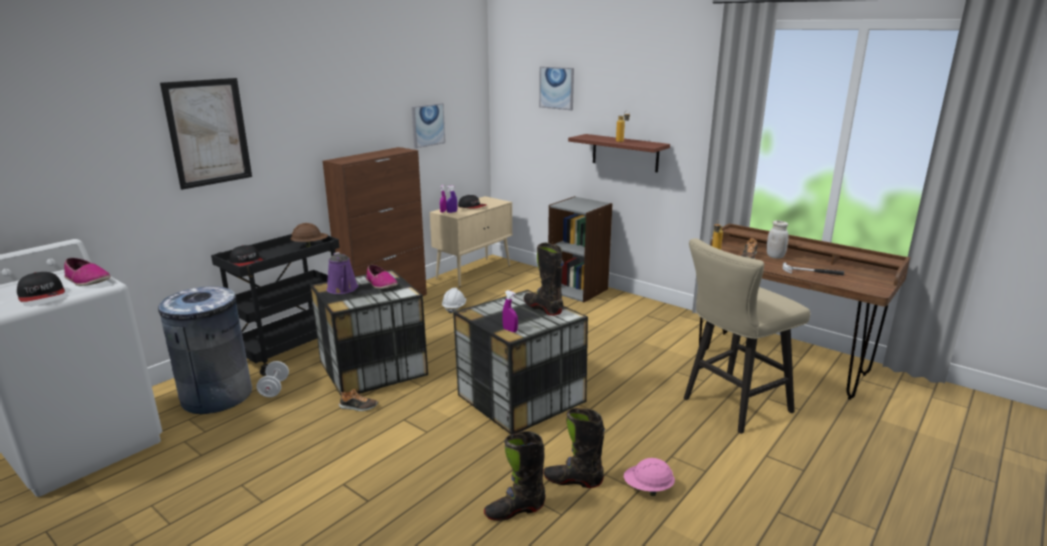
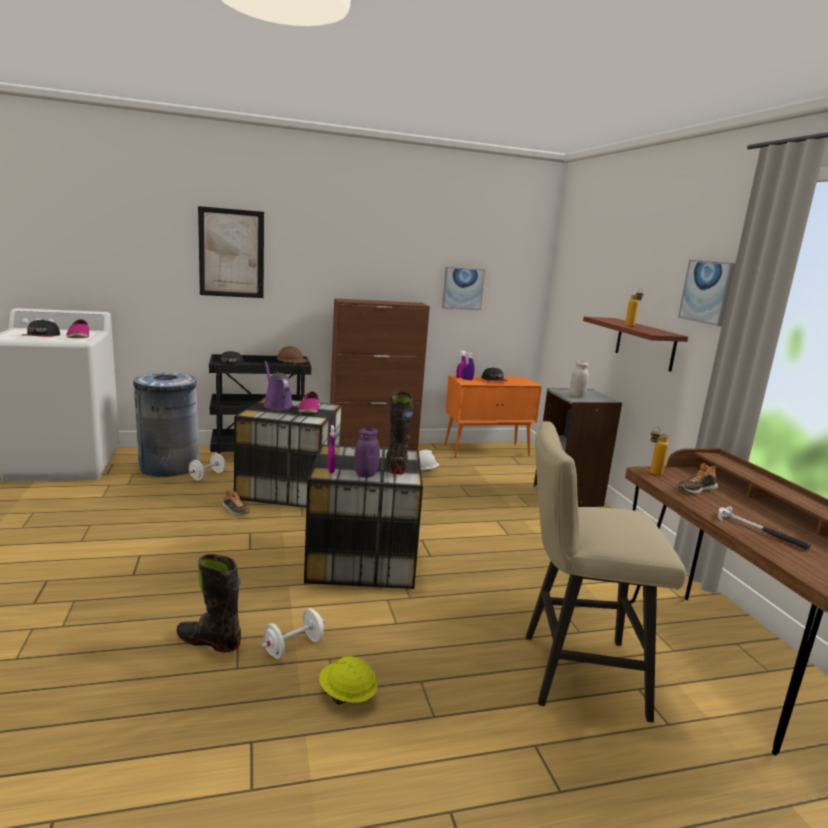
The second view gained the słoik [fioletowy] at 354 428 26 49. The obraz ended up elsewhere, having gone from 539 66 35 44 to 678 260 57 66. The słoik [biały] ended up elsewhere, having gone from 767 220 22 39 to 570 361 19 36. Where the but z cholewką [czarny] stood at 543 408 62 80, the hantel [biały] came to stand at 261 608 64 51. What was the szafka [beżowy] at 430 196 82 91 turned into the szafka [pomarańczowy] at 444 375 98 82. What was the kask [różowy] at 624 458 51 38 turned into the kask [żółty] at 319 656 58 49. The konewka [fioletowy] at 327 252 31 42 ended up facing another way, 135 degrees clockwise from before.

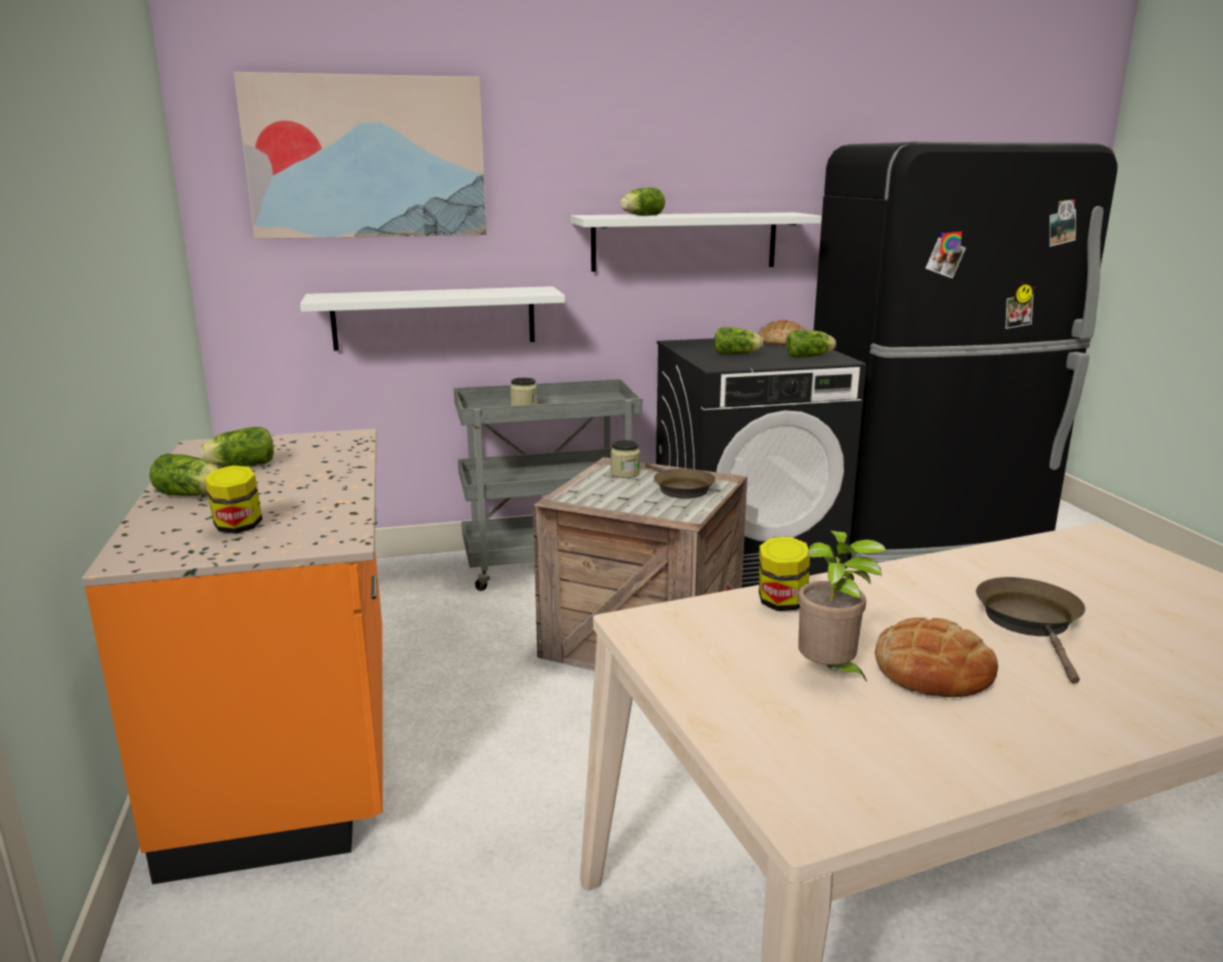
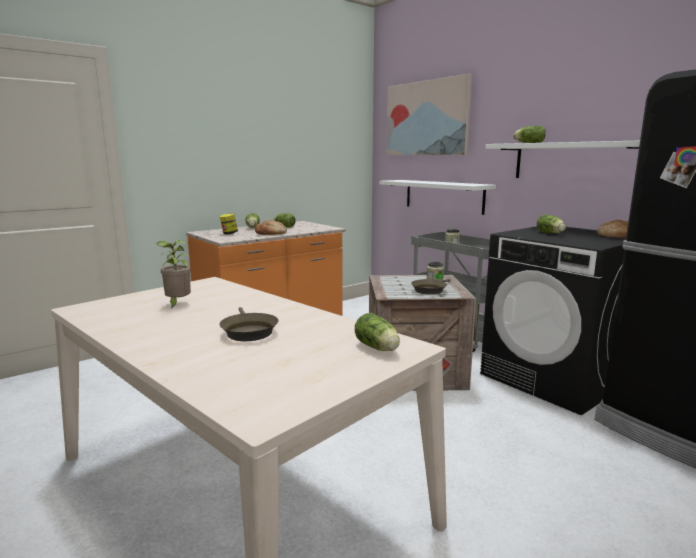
The second view lost the słoik at 759 537 51 74. The sałata ended up elsewhere, having gone from 786 330 50 27 to 355 313 45 38. The chleb ended up elsewhere, having gone from 875 617 123 80 to 255 220 32 15. The patelnia [brązowy] at 976 577 109 107 ended up facing another way, 90 degrees clockwise from before.

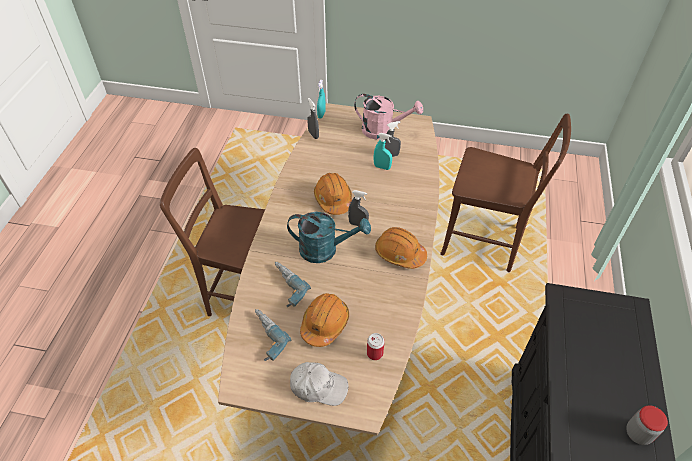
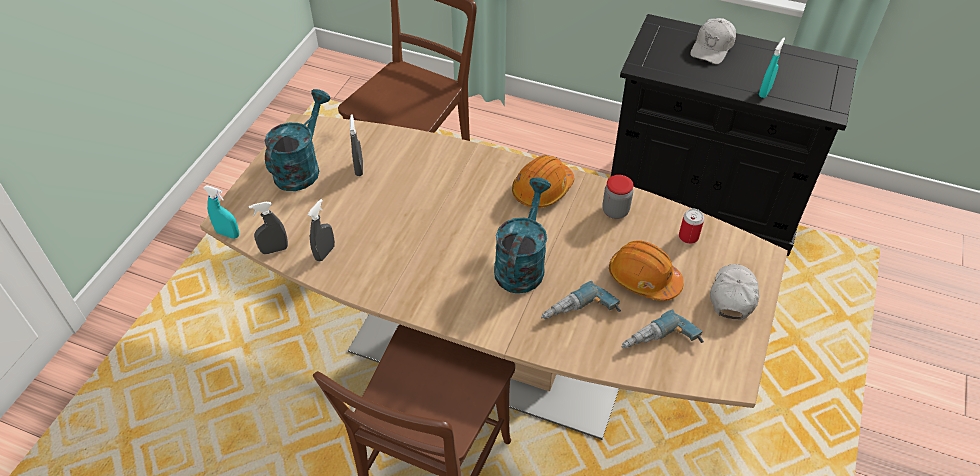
The second view lost the kask [pomarańczowy] at 314 173 38 42. The second view gained the czapka z daszkiem [biały] at 690 18 46 46. The spryskiwacz [szary] ended up elsewhere, having gone from 348 190 21 36 to 308 199 27 63. The spryskiwacz [turkusowy] ended up elsewhere, having gone from 374 133 18 37 to 759 38 26 60. The słoik ended up elsewhere, having gone from 626 405 42 40 to 602 175 31 44. What was the konewka [różowy] at 354 94 69 45 turned into the konewka [turkusowy] at 265 89 66 102.

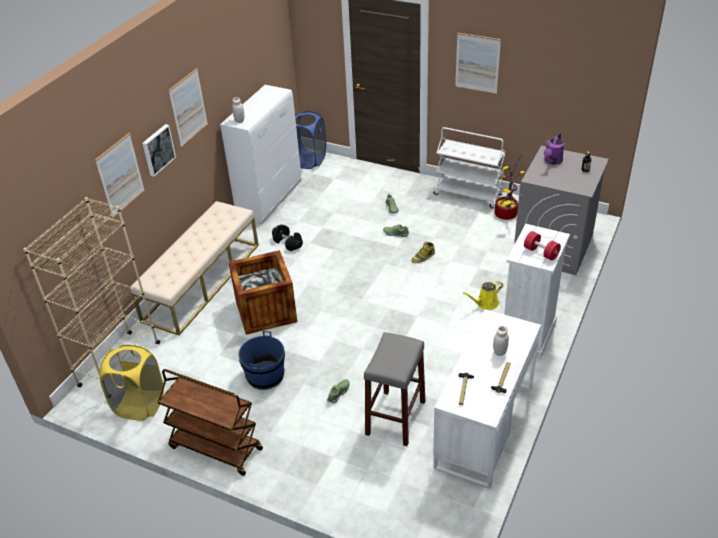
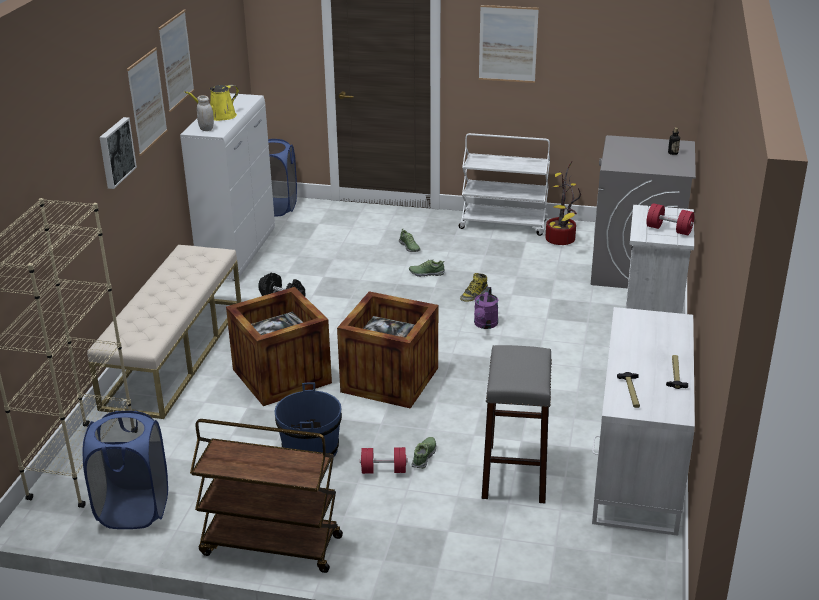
The second view lost the słoik [biały] at 493 325 16 31. The second view gained the skrzynka at 337 291 101 118. The second view gained the hantel [czerwony] at 360 447 48 27. The obraz ended up elsewhere, having gone from 95 133 50 85 to 158 10 37 102. The konewka [żółty] ended up elsewhere, having gone from 463 281 40 29 to 185 85 54 36. The konewka [fioletowy] ended up elsewhere, having gone from 544 133 21 32 to 474 287 24 42. What was the kosz na pranie [żółty] at 99 344 65 77 turned into the kosz na pranie [niebieski] at 82 410 86 119.

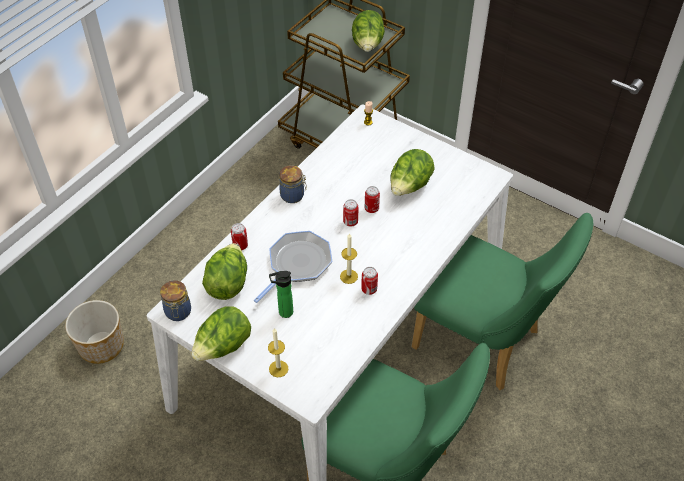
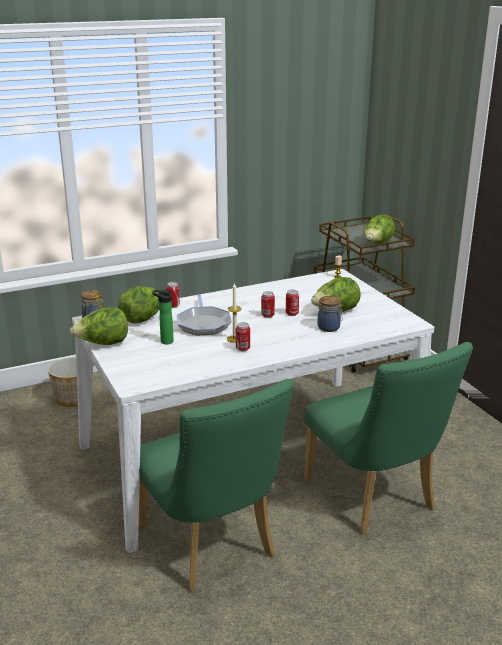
The second view lost the świeca at 268 328 21 49. The słoik ended up elsewhere, having gone from 279 165 28 38 to 317 296 25 36. The patelnia at 254 231 78 72 ended up facing another way, 105 degrees clockwise from before.

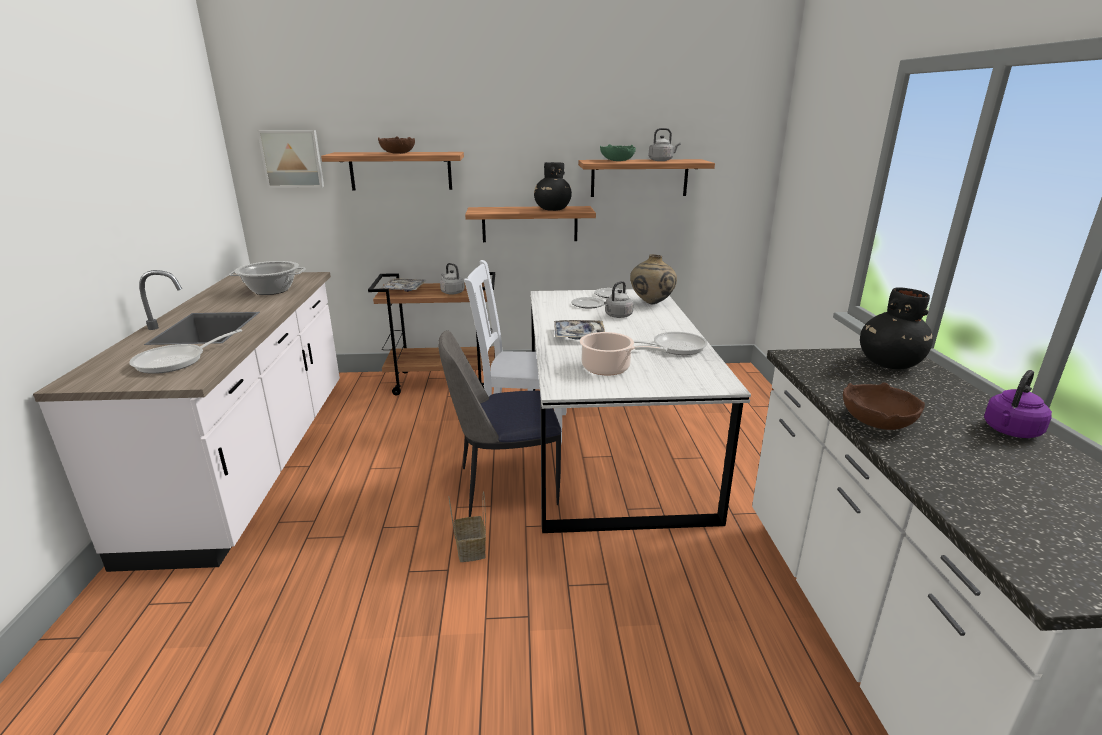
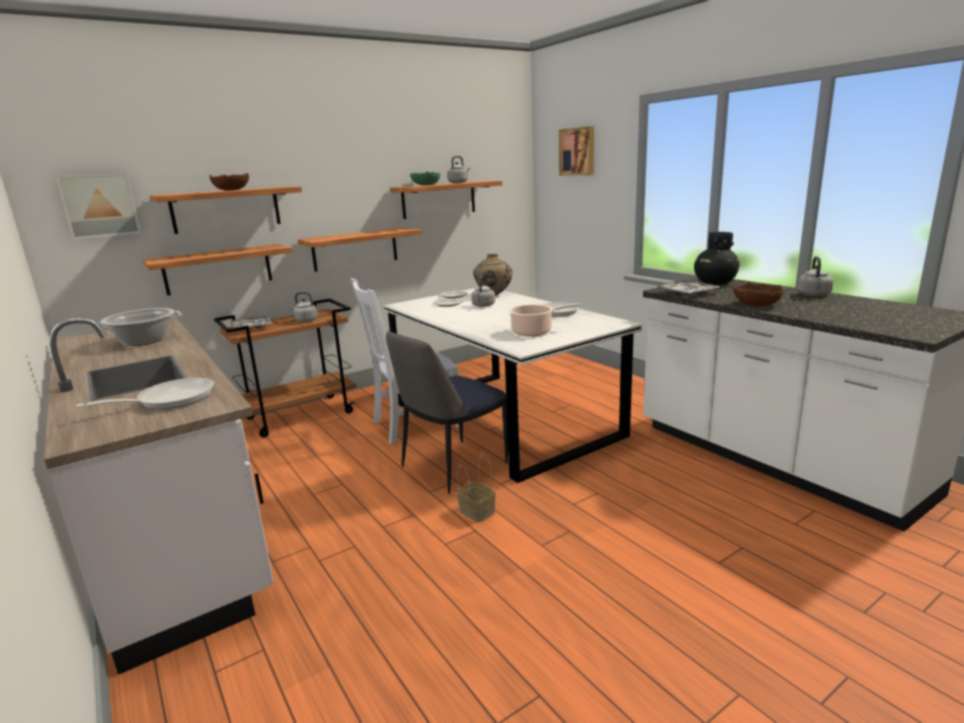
The second view lost the wazon [czarny] at 534 162 38 49. The second view gained the półka at 143 244 150 52. The second view gained the obraz at 559 126 35 50. The taca ended up elsewhere, having gone from 554 320 51 19 to 654 280 66 15. What was the czajnik [fioletowy] at 984 370 68 68 turned into the czajnik [szary] at 798 256 36 40. The patelnia at 129 329 113 45 ended up facing another way, 135 degrees counterclockwise from before.

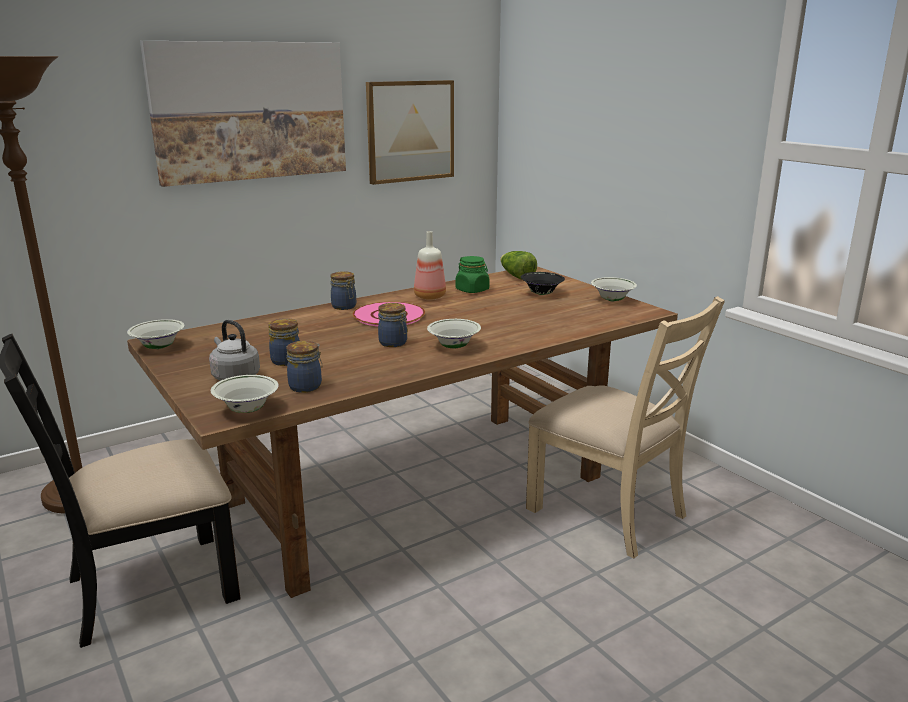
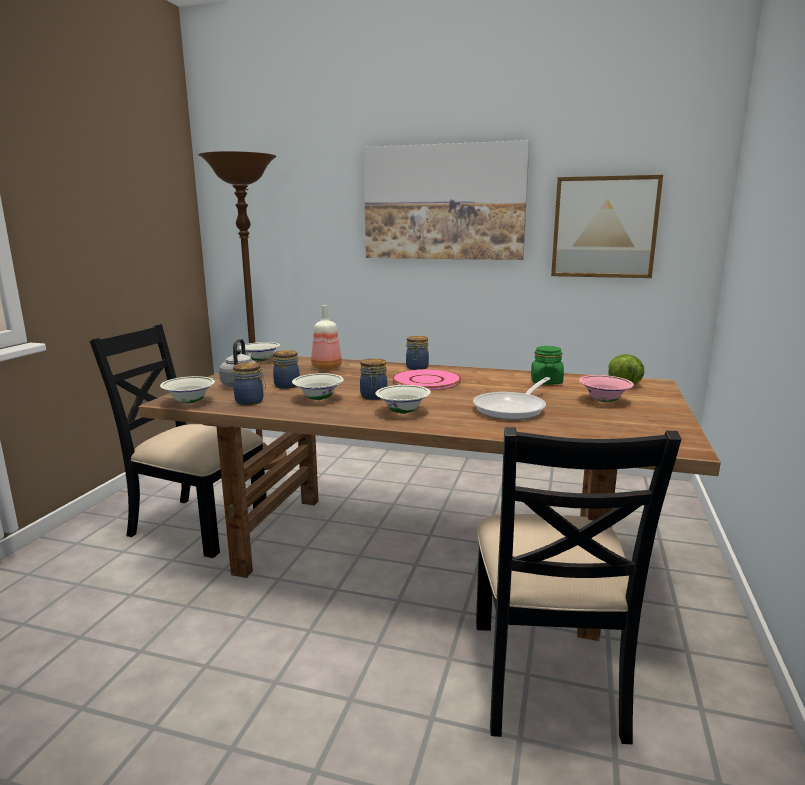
The second view gained the patelnia at 473 377 77 43. The butelka ended up elsewhere, having gone from 414 231 32 69 to 311 305 31 65. The miska [biały] ended up elsewhere, having gone from 591 277 46 24 to 292 373 52 27. What was the miska [czarny] at 521 272 44 23 turned into the miska [różowy] at 579 375 55 27. What was the krzesło [beżowy] at 526 296 199 263 turned into the krzesło [czarny] at 476 427 205 317.

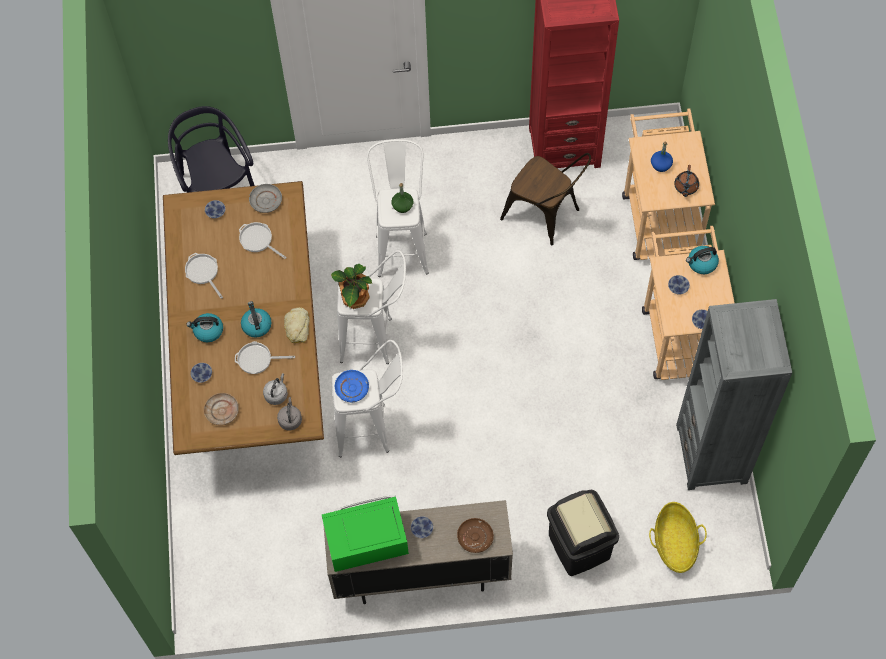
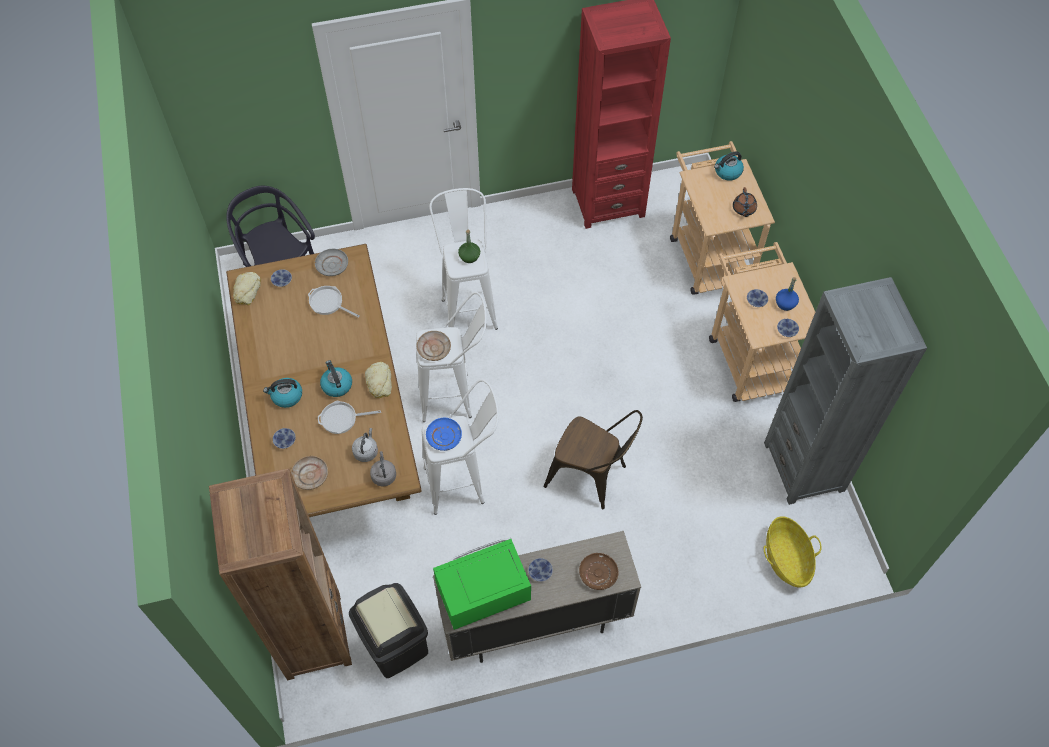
The second view lost the patelnia at 185 253 38 46. The second view gained the regał [brązowy] at 209 468 143 212. The second view gained the chleb at 233 272 28 33. The krzesło [brązowy] ended up elsewhere, having gone from 500 153 91 92 to 544 410 99 99. The kosz na śmieci [czarny] ended up elsewhere, having gone from 547 490 72 86 to 349 583 79 95. The butelka [niebieski] ended up elsewhere, having gone from 651 141 22 31 to 776 277 23 34. The czajnik ended up elsewhere, having gone from 686 246 33 28 to 714 151 30 30. Where the roślina doniczkowa stood at 331 264 41 45, the talerz [beżowy] came to stand at 417 331 34 30.

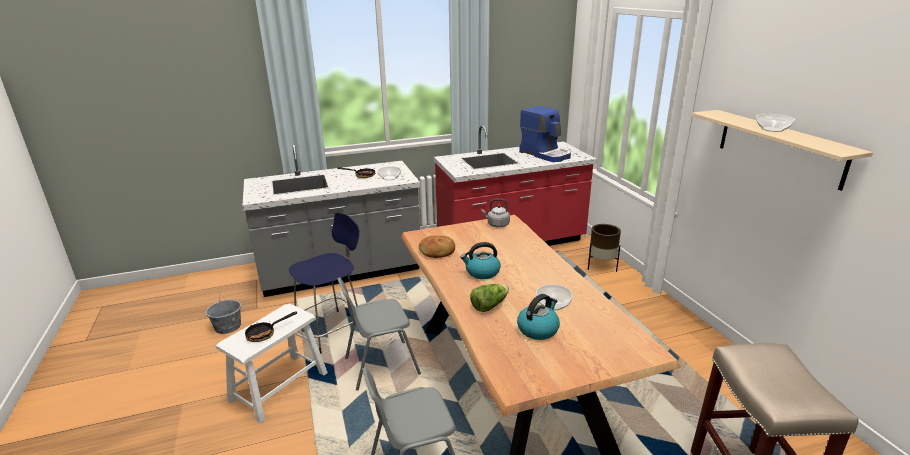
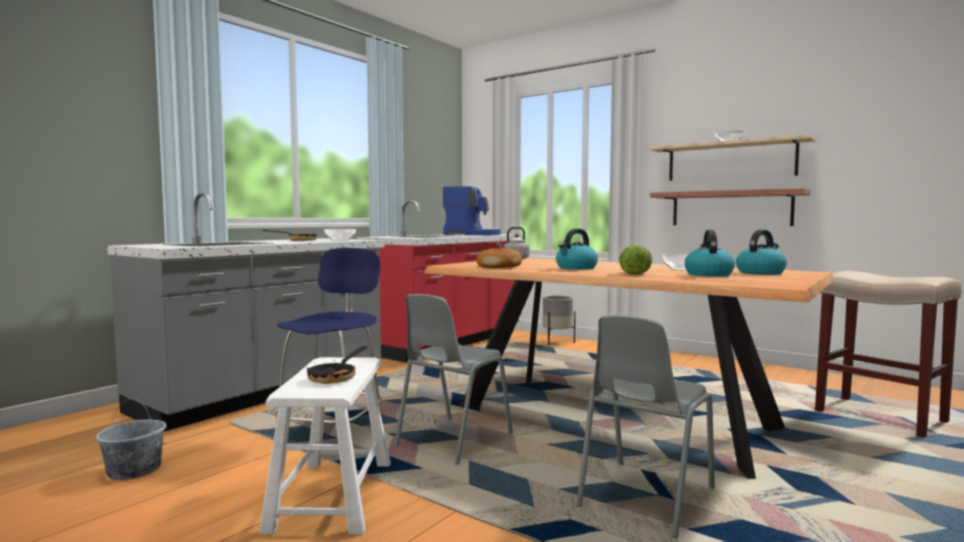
The second view gained the półka at 650 188 161 38. The second view gained the czajnik at 736 229 51 46. What was the donica [brązowy] at 588 224 33 48 turned into the donica [szary] at 542 296 33 49.

